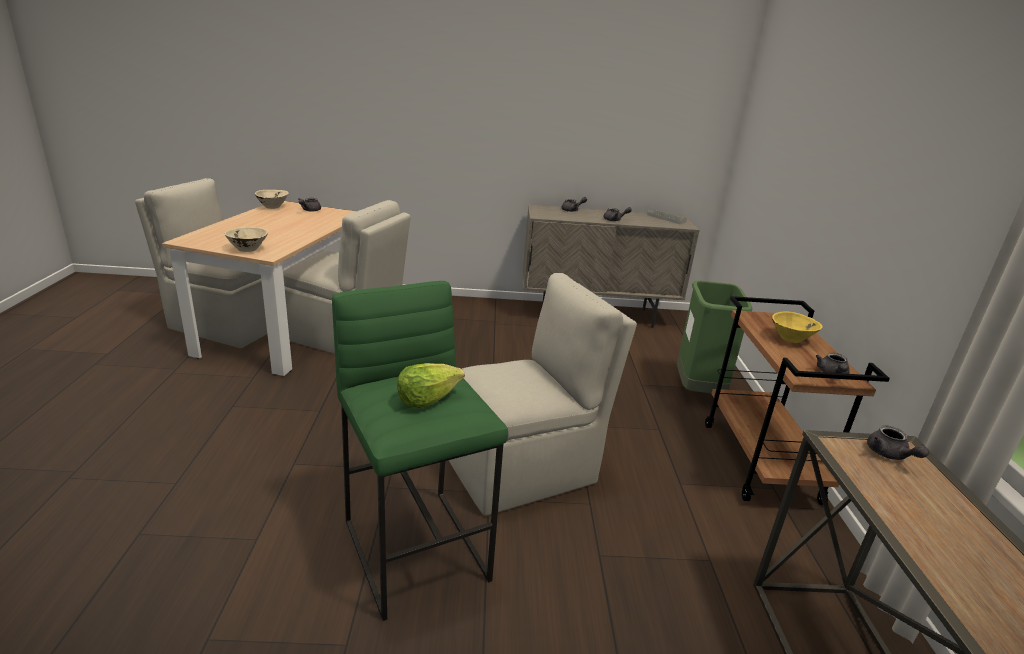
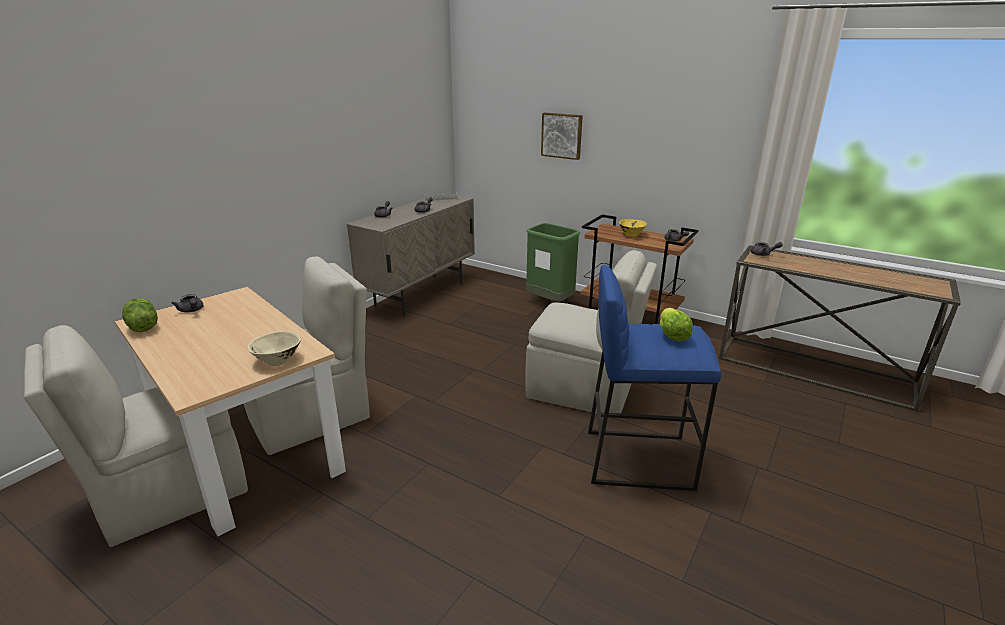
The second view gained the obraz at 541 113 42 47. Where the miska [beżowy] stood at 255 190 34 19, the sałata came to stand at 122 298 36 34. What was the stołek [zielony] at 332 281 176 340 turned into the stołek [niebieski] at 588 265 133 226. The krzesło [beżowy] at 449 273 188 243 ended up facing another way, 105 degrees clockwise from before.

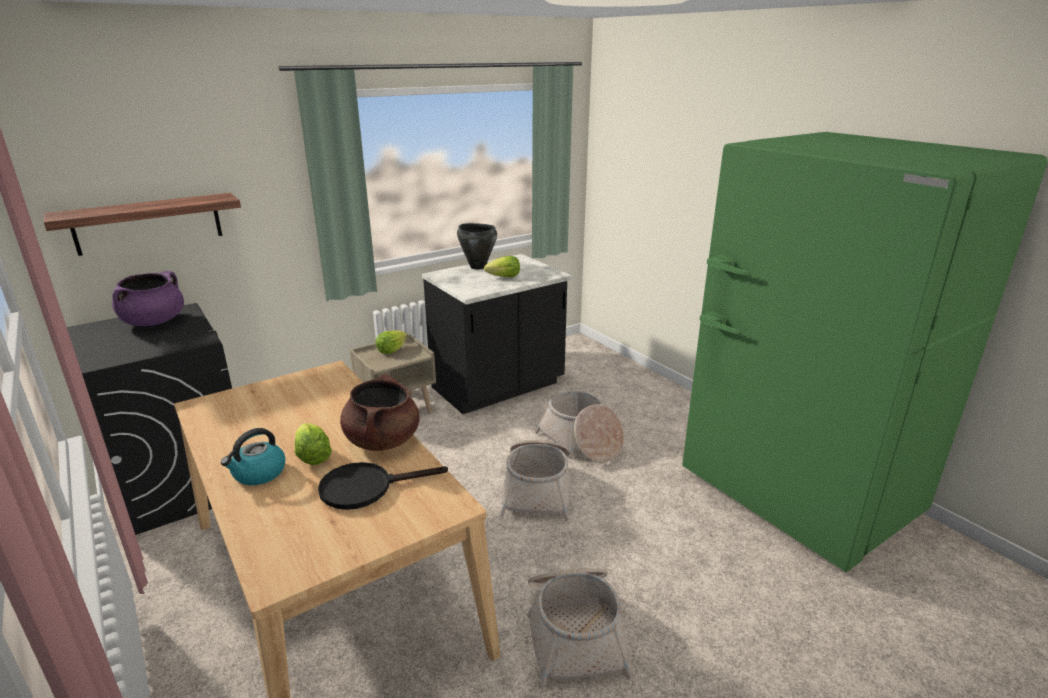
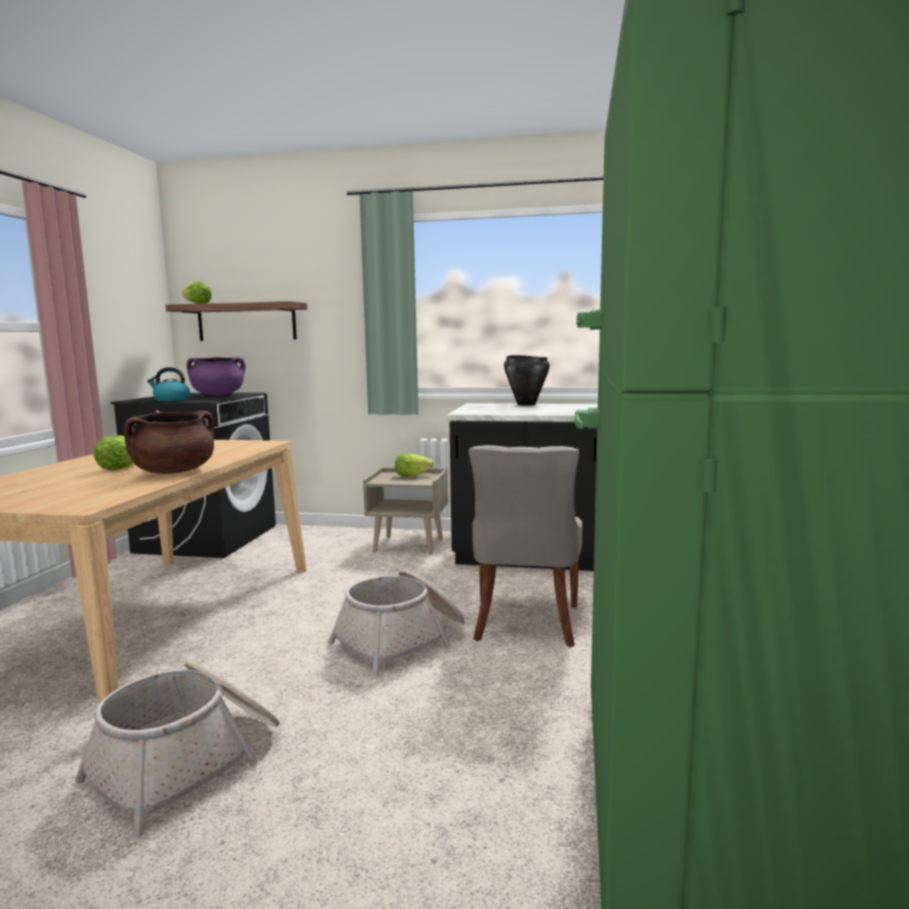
The second view lost the patelnia [czarny] at 318 462 130 48. The czajnik ended up elsewhere, having gone from 221 428 65 57 to 147 367 43 34. The sałata ended up elsewhere, having gone from 484 256 36 21 to 182 281 30 23. Where the koszyk stood at 535 391 89 72, the krzesło [szary] came to stand at 469 445 113 202.

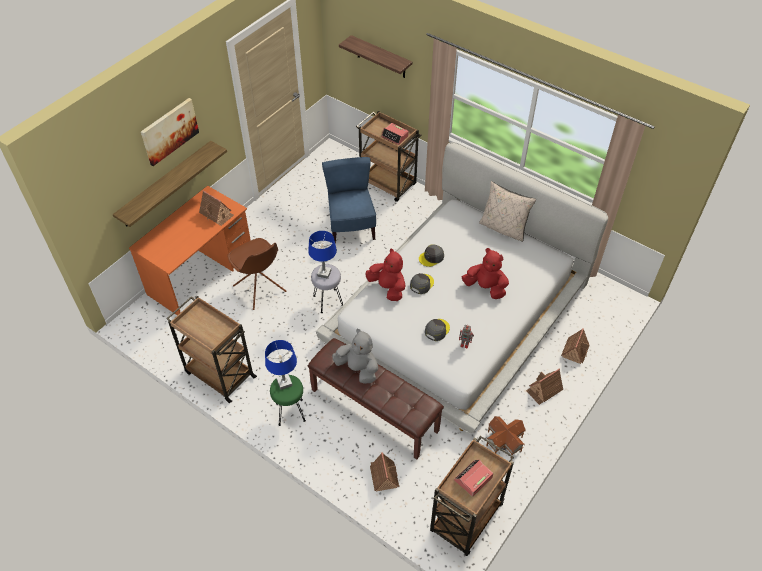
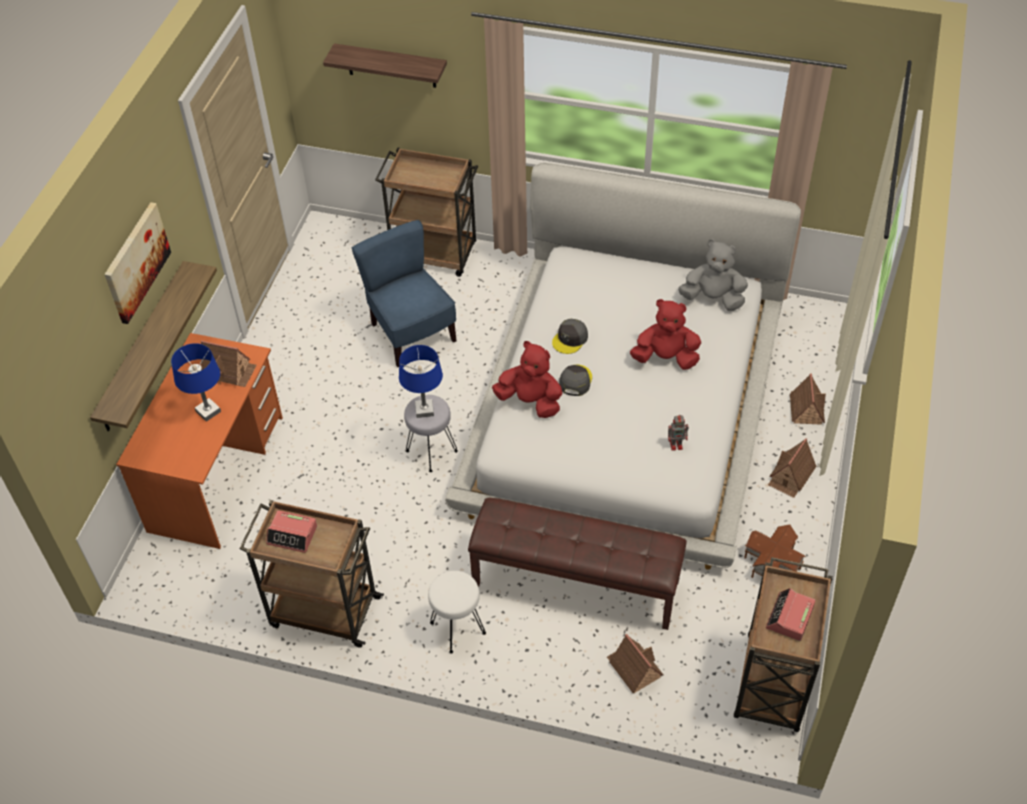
The second view lost the krzesło [brązowy] at 228 238 58 72. The second view lost the czapka z daszkiem [szary] at 425 319 25 22. The second view lost the poduszka [beżowy] at 479 181 57 61. The lampa stołowa [niebieski] ended up elsewhere, having gone from 265 340 32 50 to 171 343 50 79. The pluszak [szary] ended up elsewhere, having gone from 332 329 46 55 to 678 239 70 72. The budzik ended up elsewhere, having gone from 381 123 28 22 to 266 510 51 43. What was the stołek [zielony] at 270 375 36 51 turned into the stołek [biały] at 428 571 58 82.

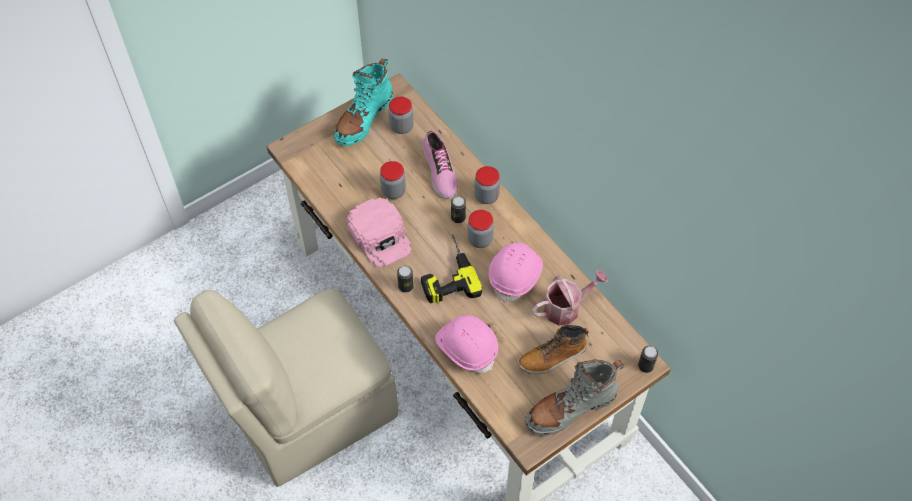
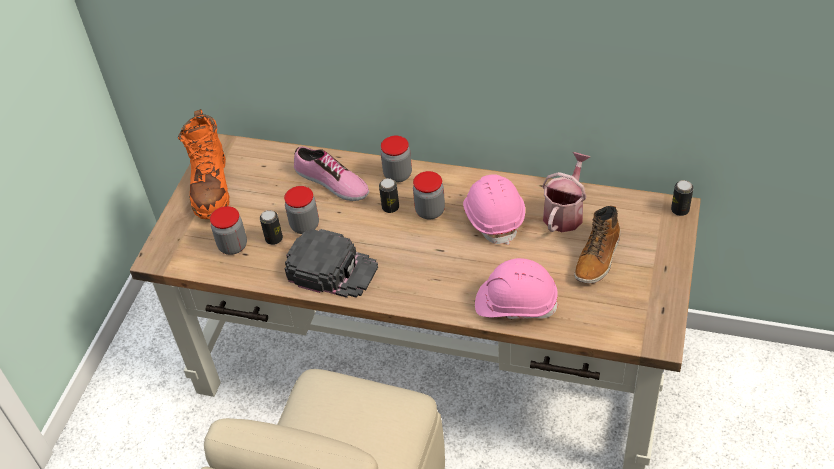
The second view lost the wiertarka at 421 234 61 70. The second view lost the but z cholewką [szary] at 525 359 100 77. The słoik ended up elsewhere, having gone from 389 97 25 37 to 210 206 37 49. The puszka ended up elsewhere, having gone from 397 266 17 27 to 260 210 23 35. What was the but z cholewką [turkusowy] at 334 59 59 87 turned into the but z cholewką [pomarańczowy] at 178 109 52 110. What was the czapka z daszkiem [różowy] at 347 197 65 71 turned into the czapka z daszkiem [czarny] at 285 229 93 69.

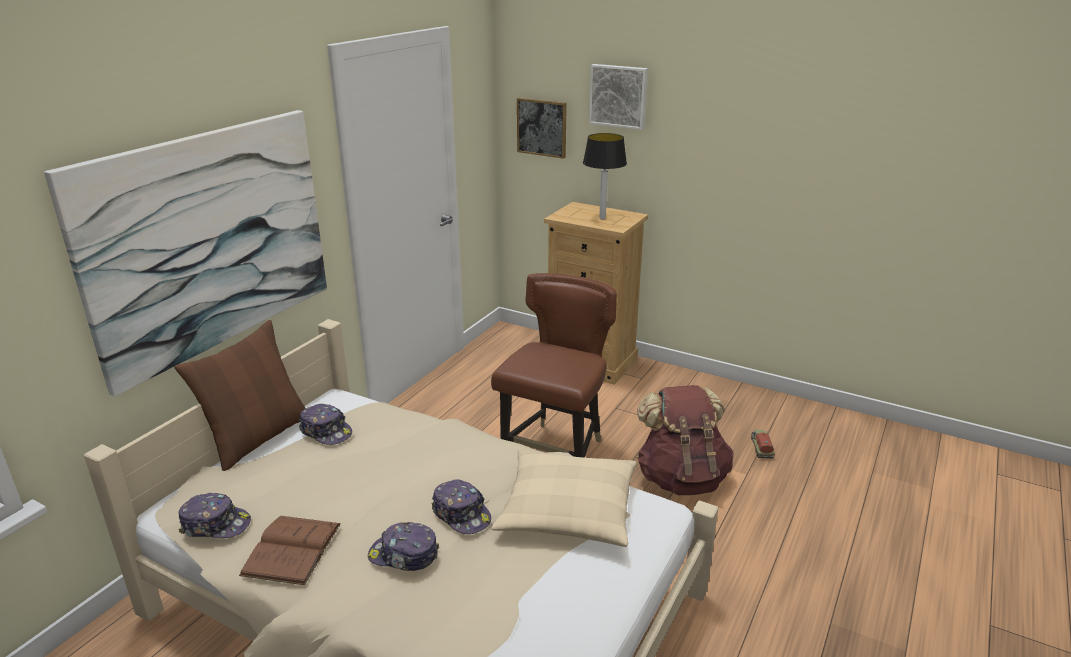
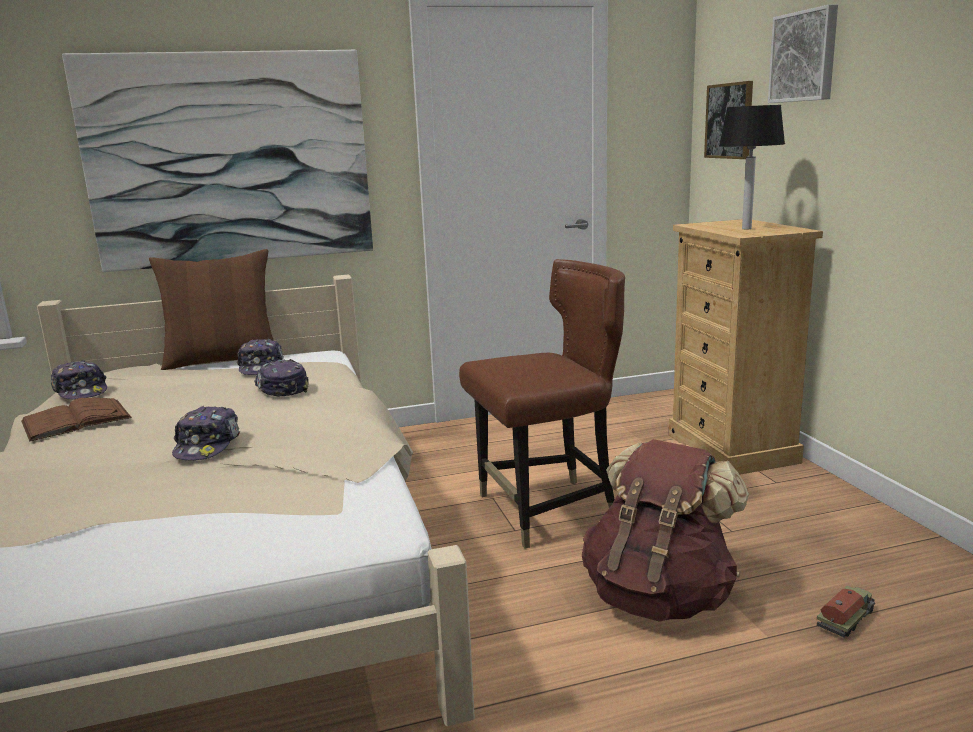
The second view lost the poduszka [beżowy] at 492 449 145 98. The czapka z daszkiem ended up elsewhere, having gone from 368 522 71 49 to 254 359 55 37.

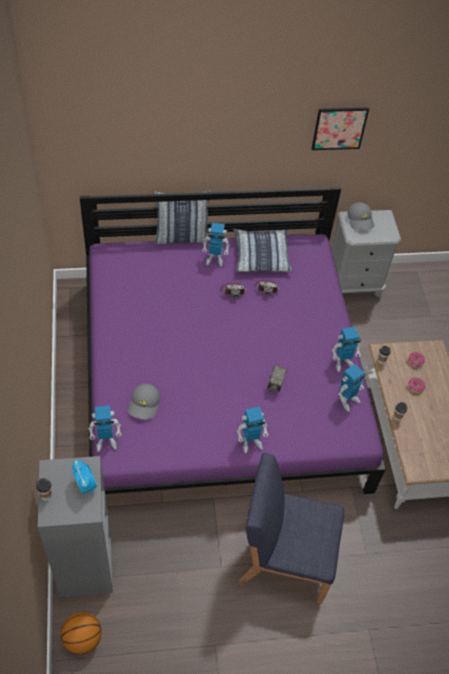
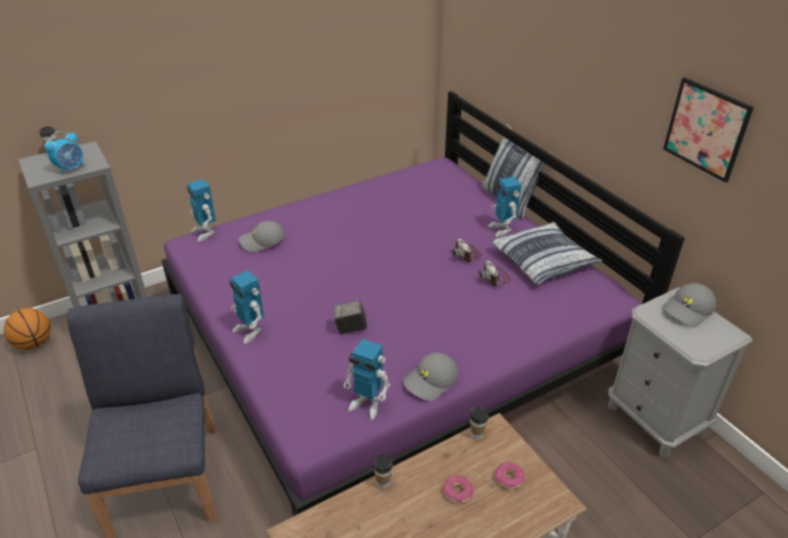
Where the robot zabawkowy stood at 332 327 29 45, the czapka z daszkiem [szary] came to stand at 403 353 55 48.

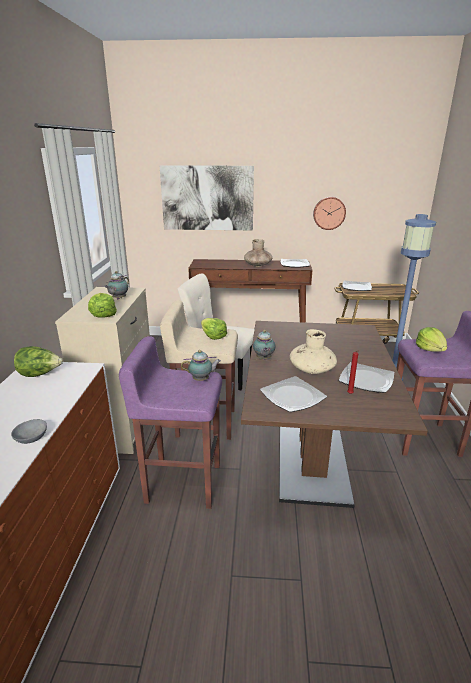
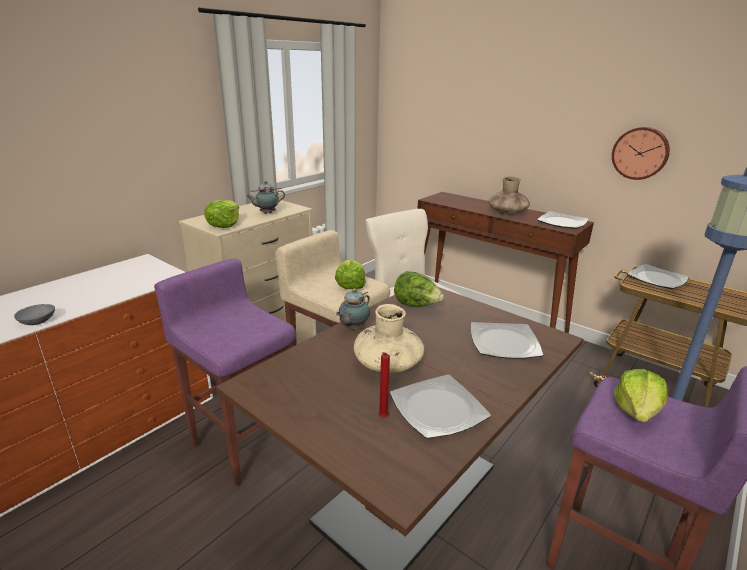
The second view lost the obraz at 160 165 94 65. The second view lost the imbryk at 181 350 40 31. The sałata ended up elsewhere, having gone from 14 346 49 31 to 394 271 50 36. The talerz ended up elsewhere, having gone from 260 376 67 36 to 471 322 72 37.

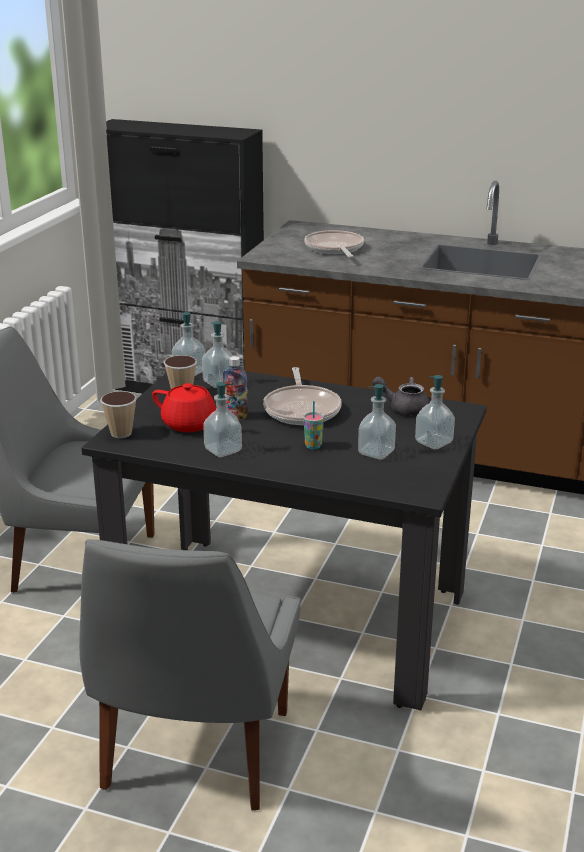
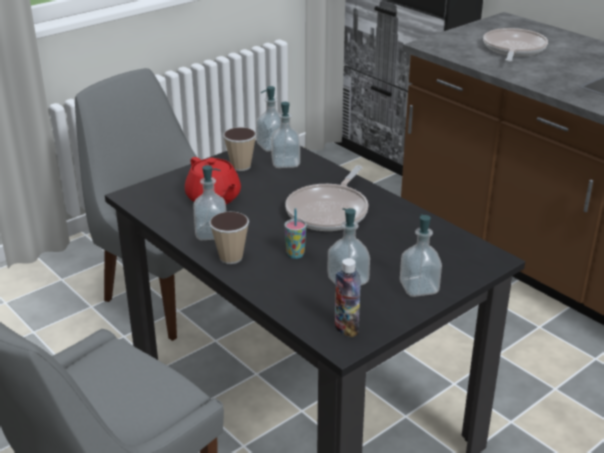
The second view lost the imbryk [szary] at 372 376 58 39. The filiżanka ended up elsewhere, having gone from 100 391 37 47 to 209 212 40 52. The butelka ended up elsewhere, having gone from 223 356 25 64 to 334 258 27 79.

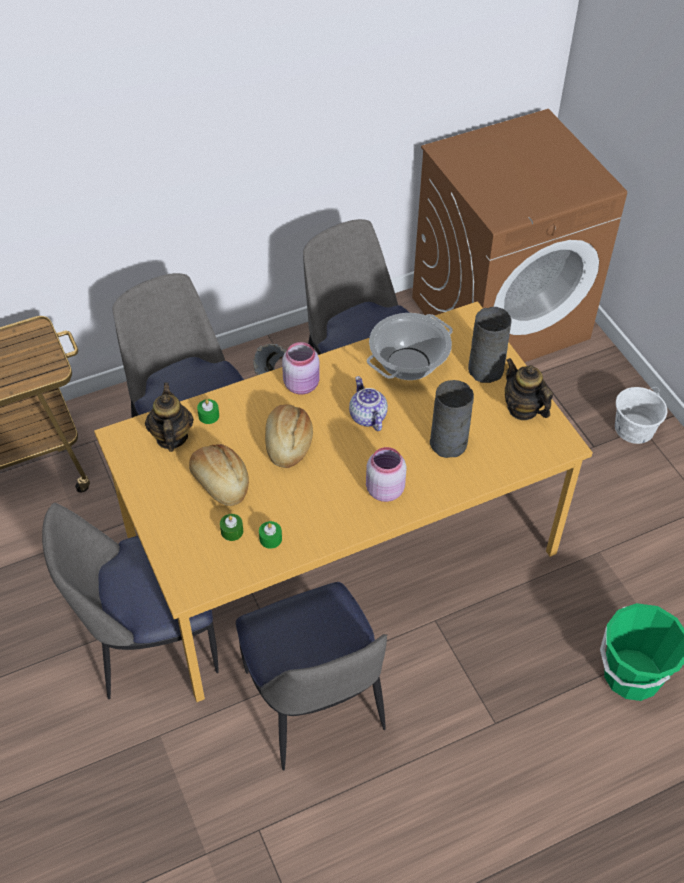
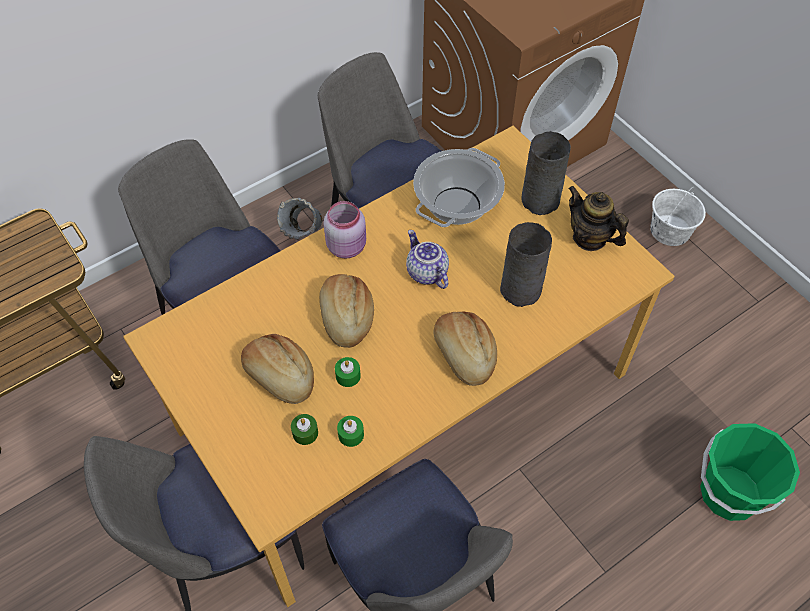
The second view lost the imbryk at 145 383 49 69. The świeca [zielony] ended up elsewhere, having gone from 197 399 22 25 to 335 357 26 30. Where the słoik [różowy] stood at 366 447 41 55, the chleb came to stand at 433 312 64 74.

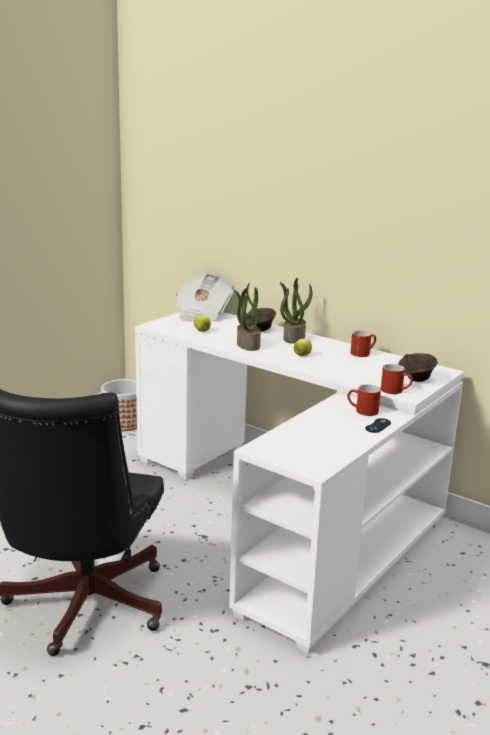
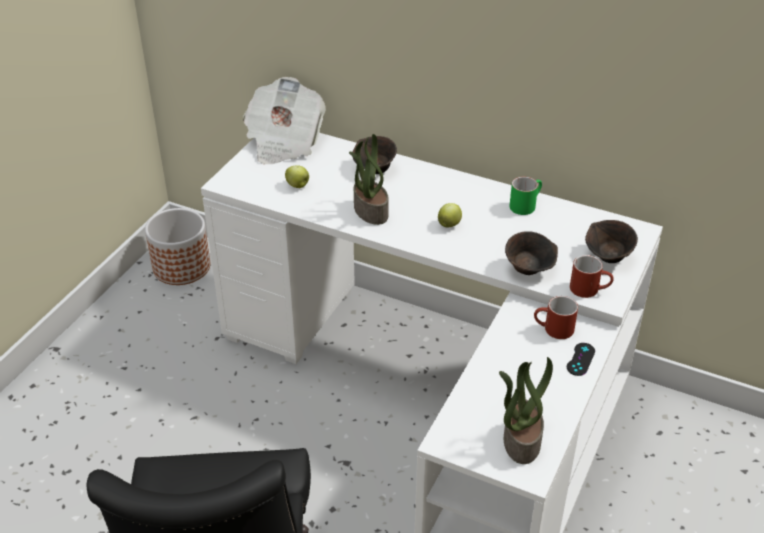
The second view gained the miska [brązowy] at 505 231 53 44. The roślina doniczkowa ended up elsewhere, having gone from 280 278 32 66 to 499 357 54 107. What was the kubek [czerwony] at 351 331 25 26 turned into the kubek [zielony] at 510 177 32 38.

